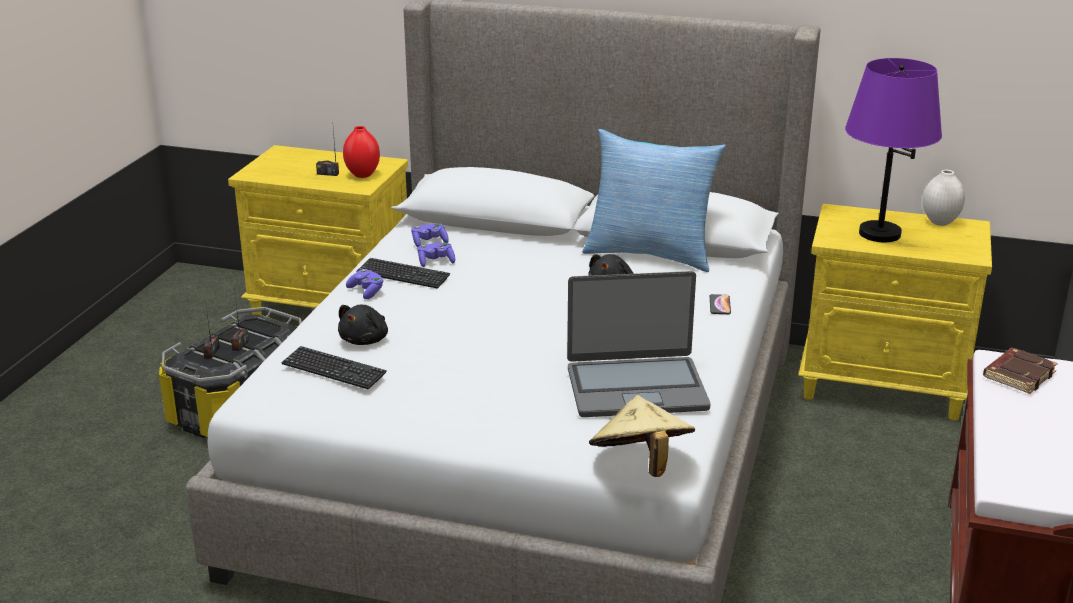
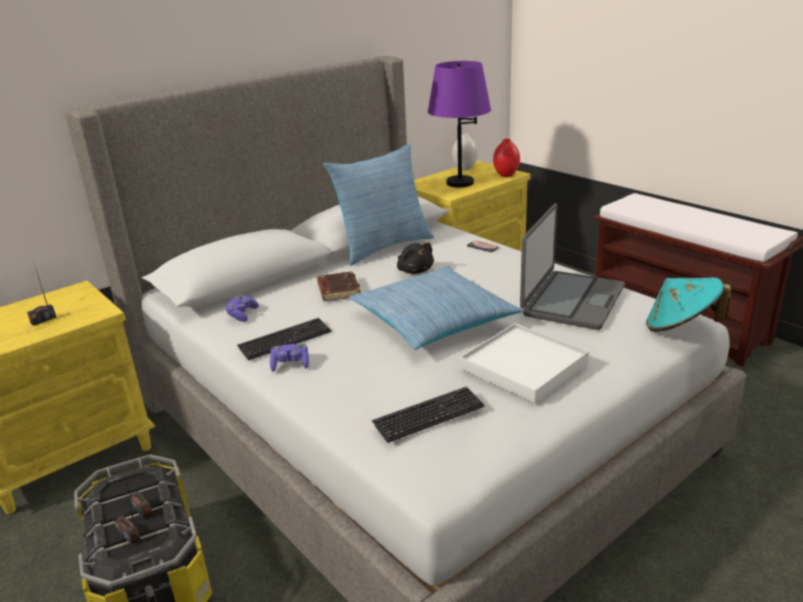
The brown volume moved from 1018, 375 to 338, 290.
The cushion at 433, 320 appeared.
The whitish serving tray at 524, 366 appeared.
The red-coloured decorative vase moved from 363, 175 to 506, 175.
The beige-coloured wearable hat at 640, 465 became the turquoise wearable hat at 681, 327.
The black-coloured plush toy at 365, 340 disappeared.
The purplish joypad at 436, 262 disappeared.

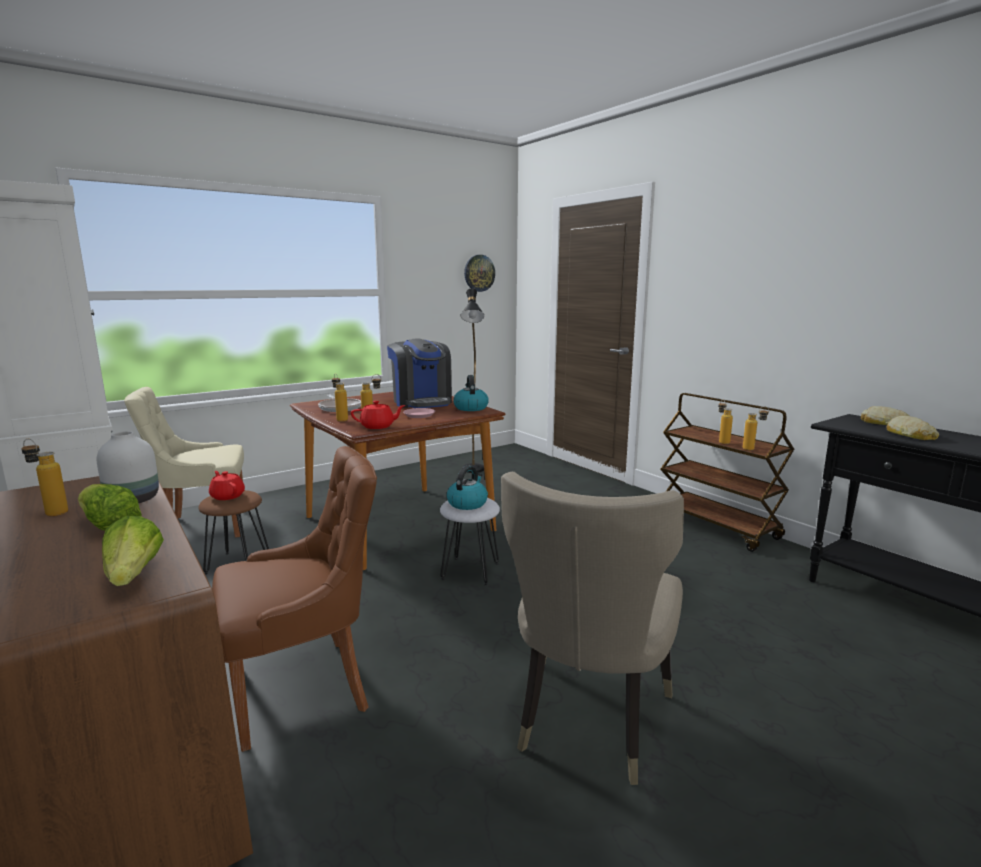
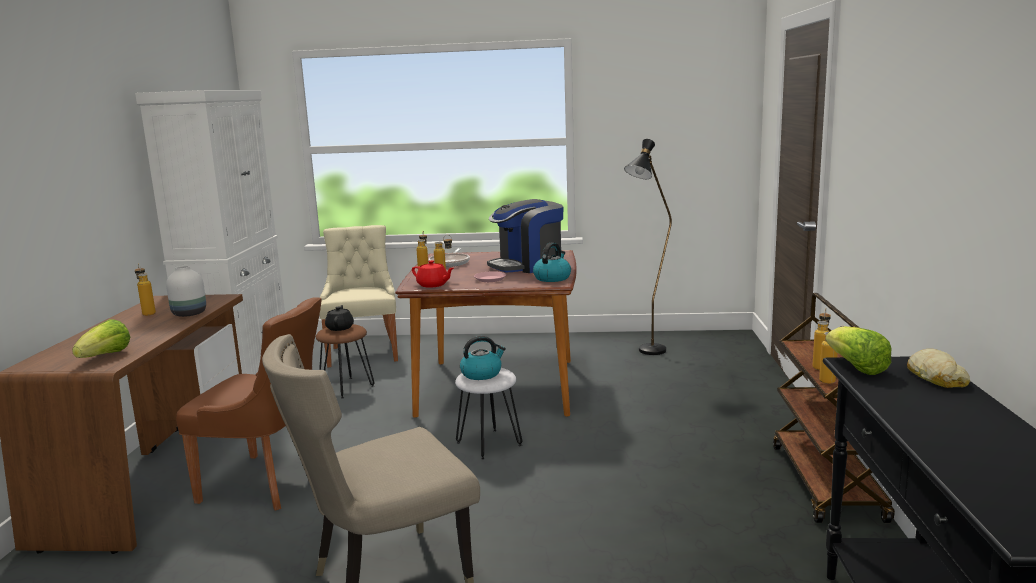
The beige-coloured plain chair at 202, 526 turned 60 degrees clockwise.
The red-coloured tea pot at 227, 496 became the black-coloured tea pot at 340, 328.
The coffee brewer at 421, 402 turned 45 degrees clockwise.
The lettuce head moved from 108, 526 to 856, 367.
The clock on the wall at 479, 273 disappeared.
The bakery bread at 910, 434 disappeared.

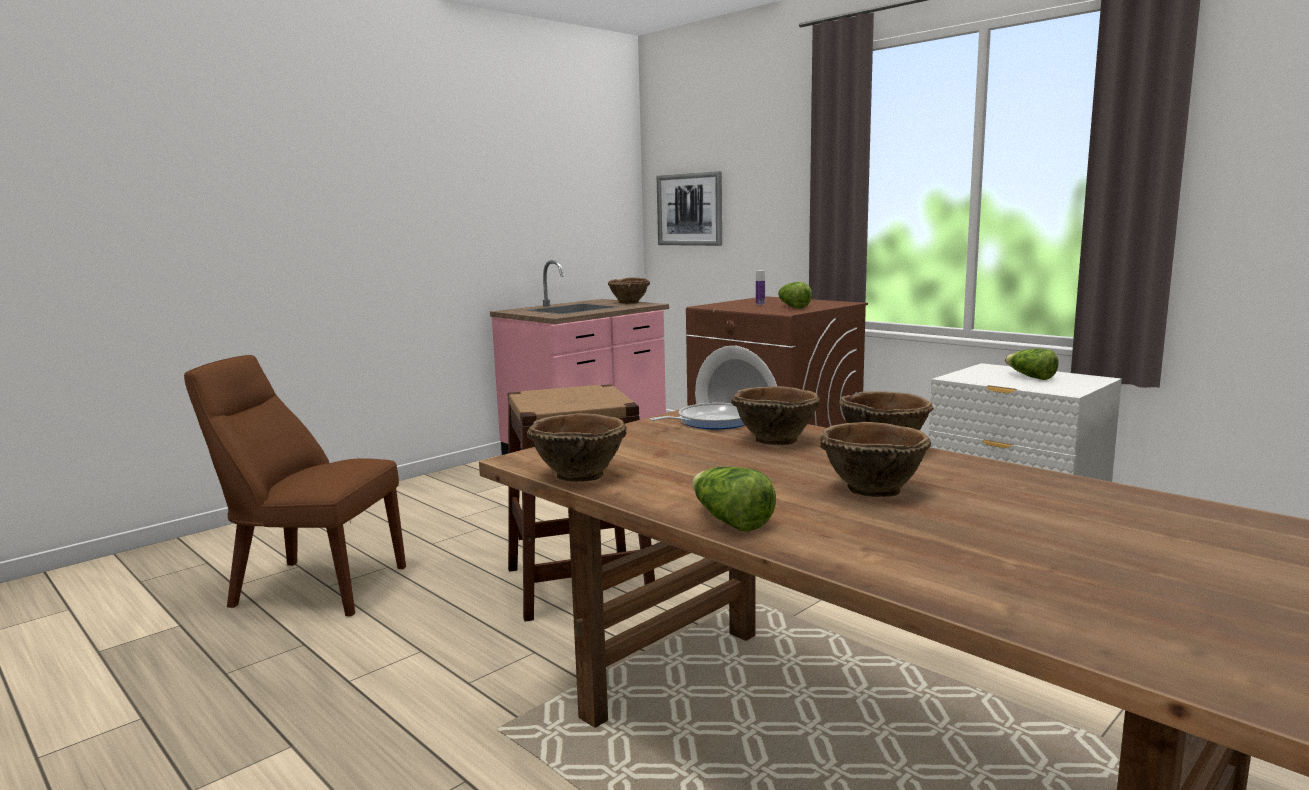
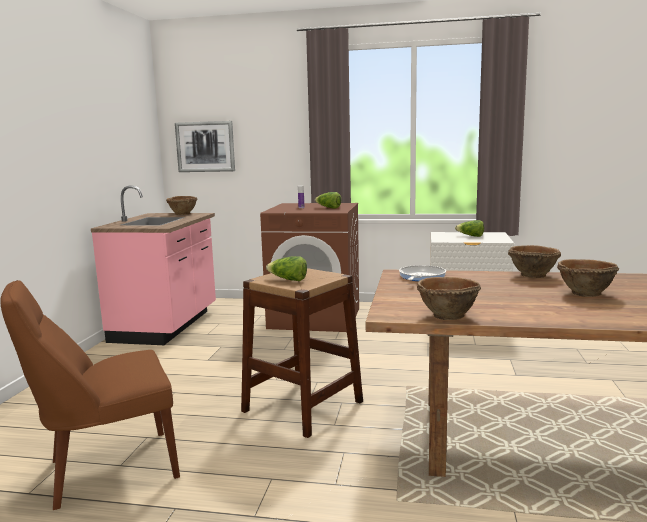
The lettuce head moved from 730, 521 to 288, 280.
The brown bowl at 775, 440 disappeared.

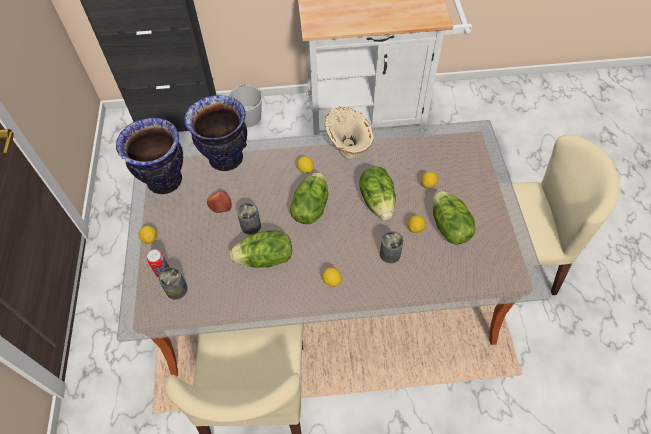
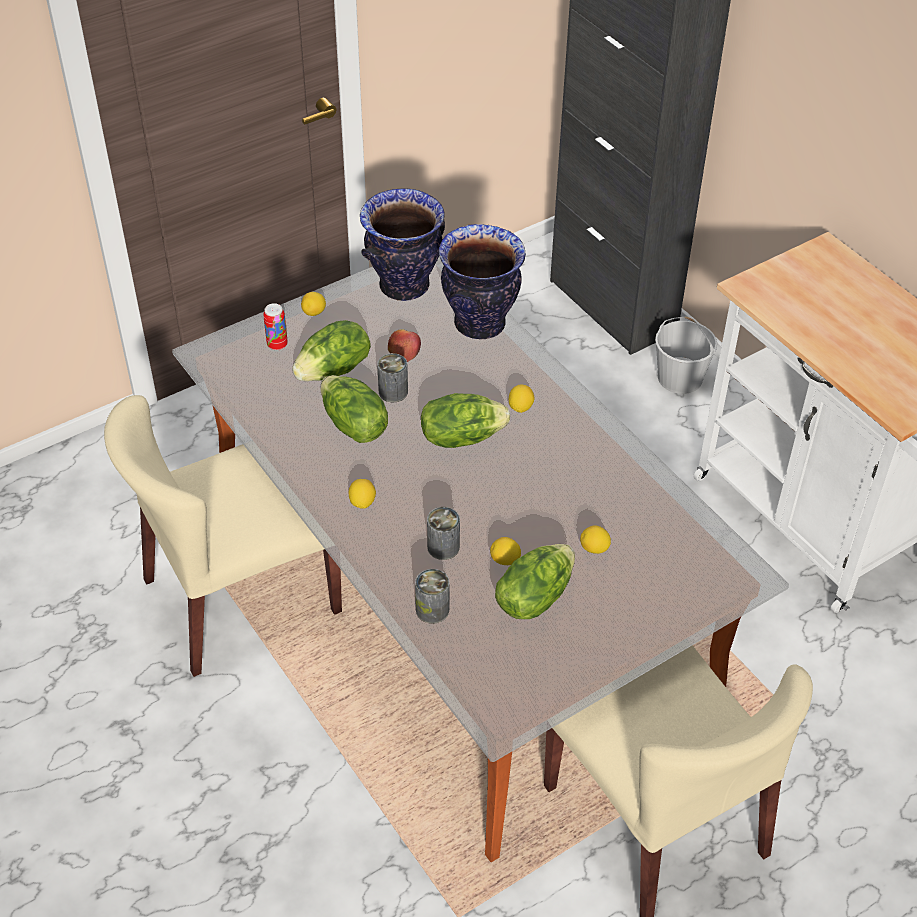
The lettuce head moved from 378, 201 to 334, 370.
The can moved from 176, 289 to 432, 610.
The beige-coloured decorative vase at 348, 147 disappeared.

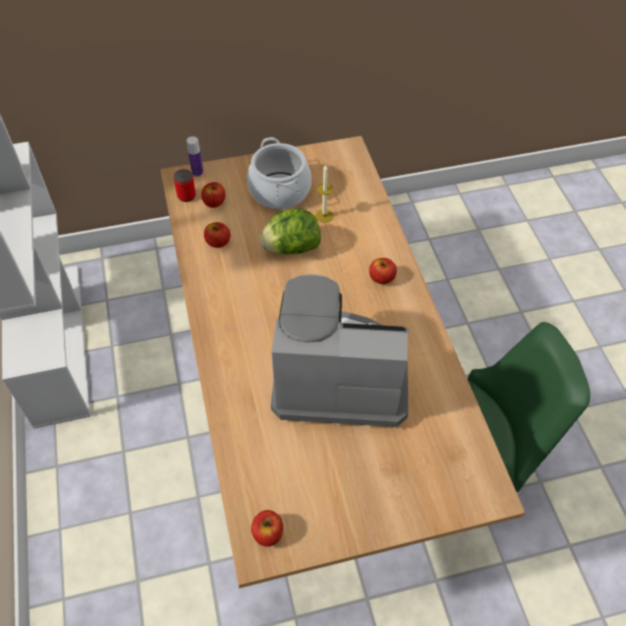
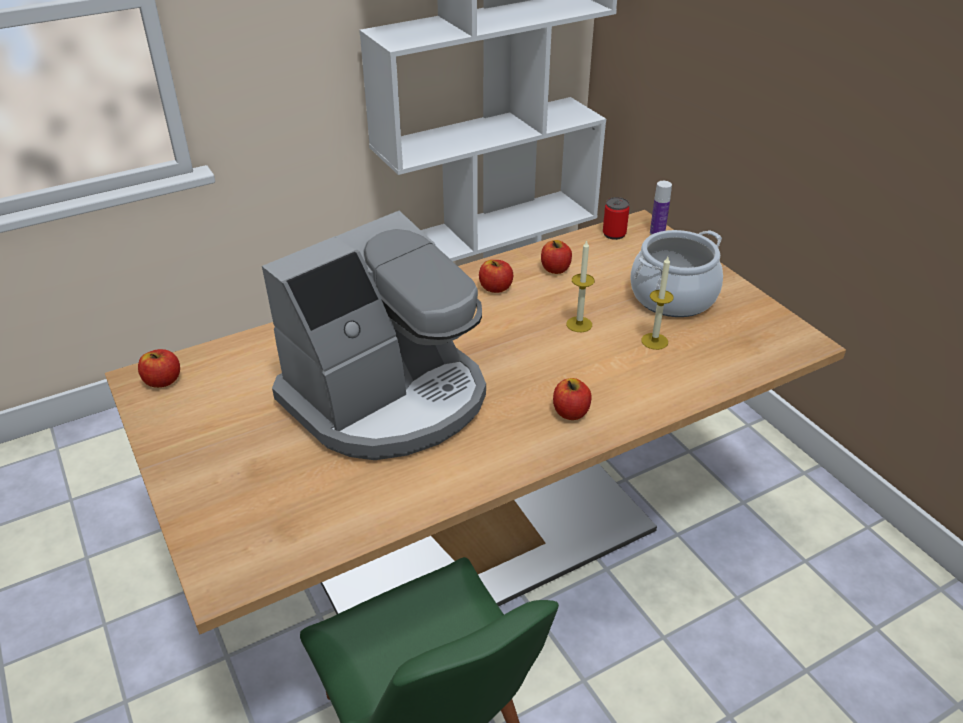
The coffee brewer at 338, 375 turned 60 degrees clockwise.
The apple moved from 214, 202 to 495, 288.
The lettuce head at 291, 248 was replaced by the candle at 579, 324.

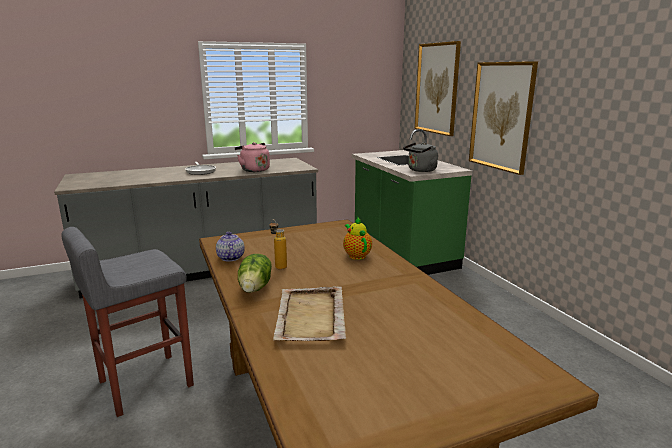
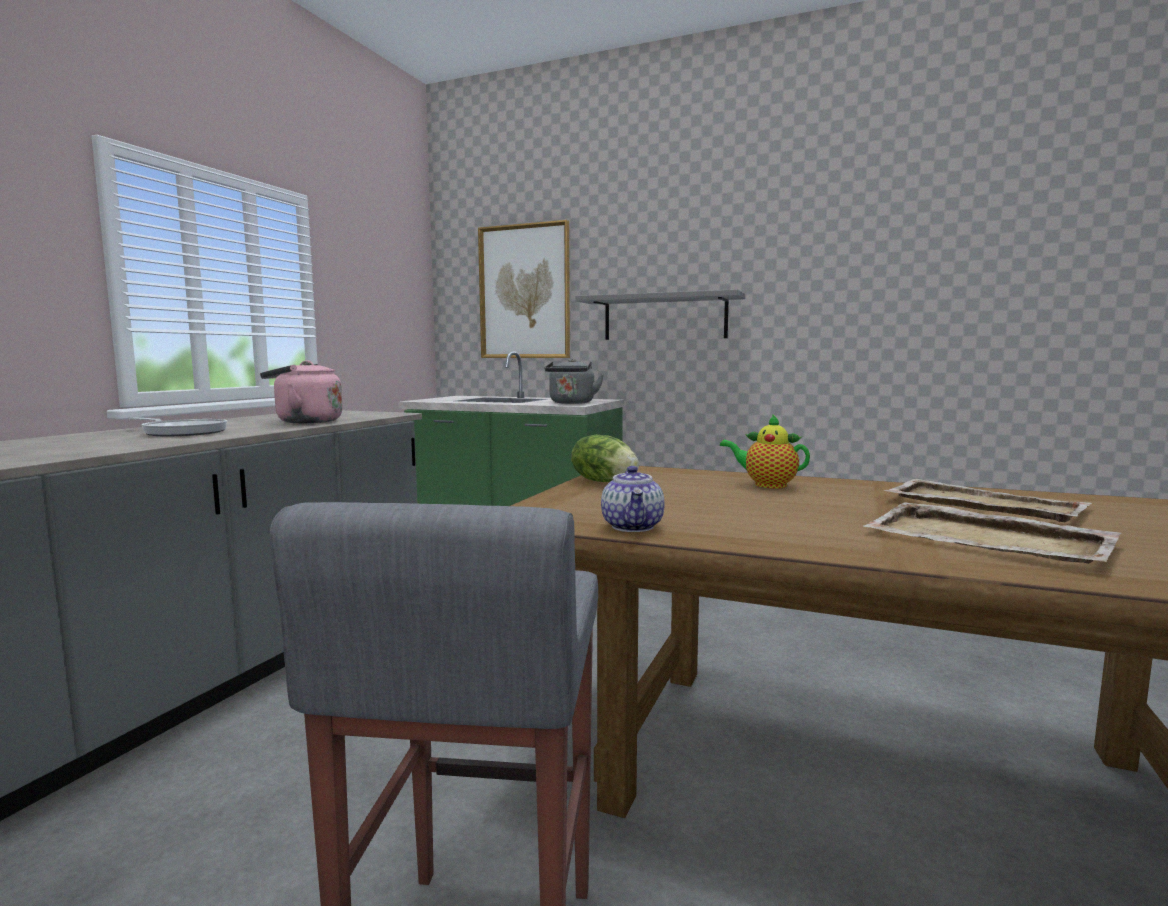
The lettuce head moved from 256, 288 to 604, 481.
The wall picture at 501, 116 was replaced by the greyish shelf at 664, 317.
The tea pot at 230, 257 turned 120 degrees counterclockwise.
The beige-coloured serving tray at 981, 504 appeared.
The beverage bottle at 278, 265 disappeared.

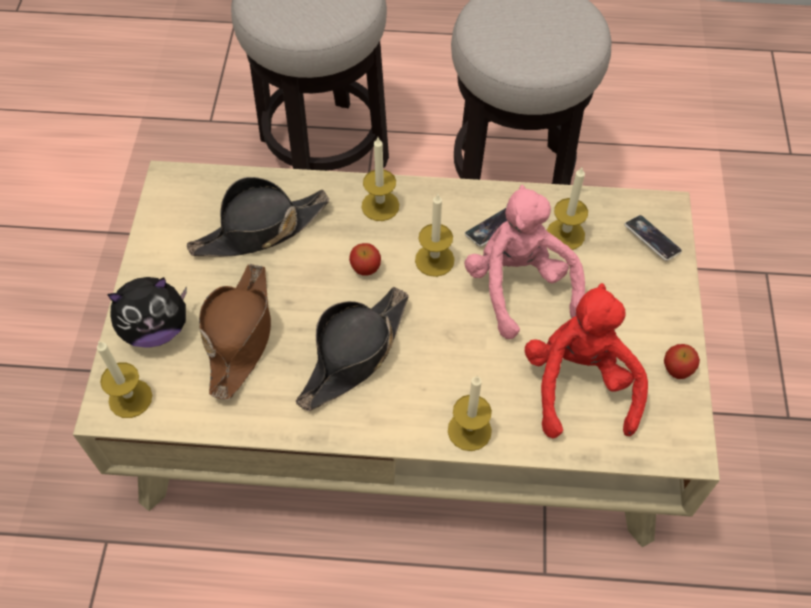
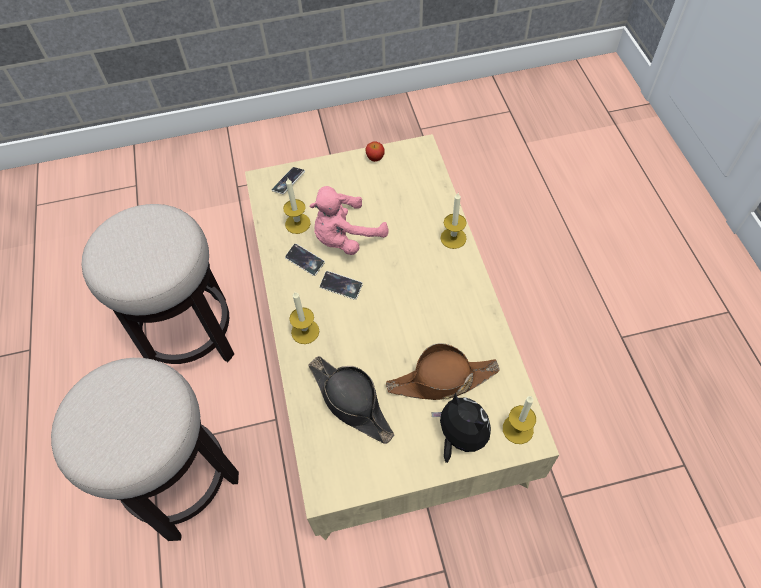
The candle at 434, 260 was replaced by the phone at 341, 286.
The black-coloured wearable hat at 354, 354 disappeared.
The apple at 365, 268 disappeared.
The red-coloured plush toy at 579, 384 disappeared.

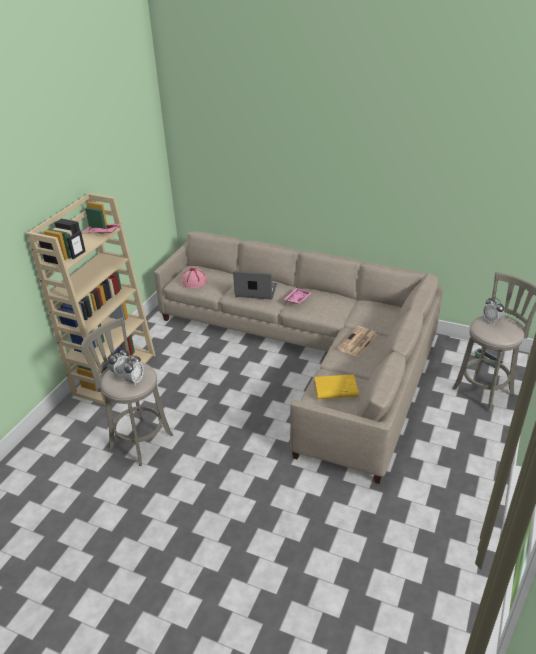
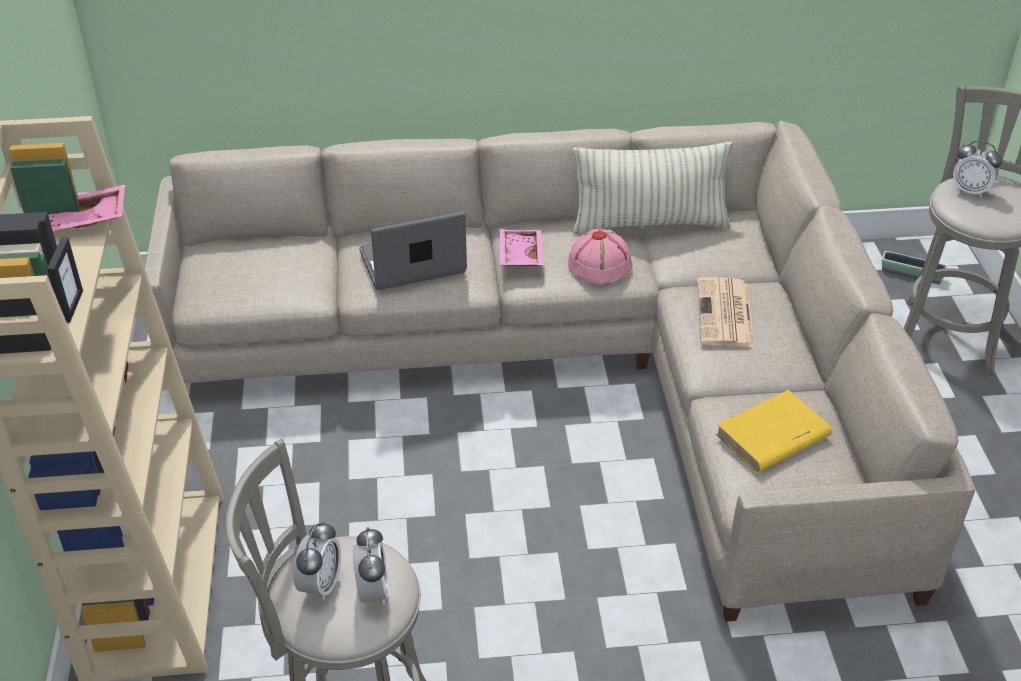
The pink wearable hat moved from 194, 281 to 600, 264.
The cushion at 649, 224 appeared.

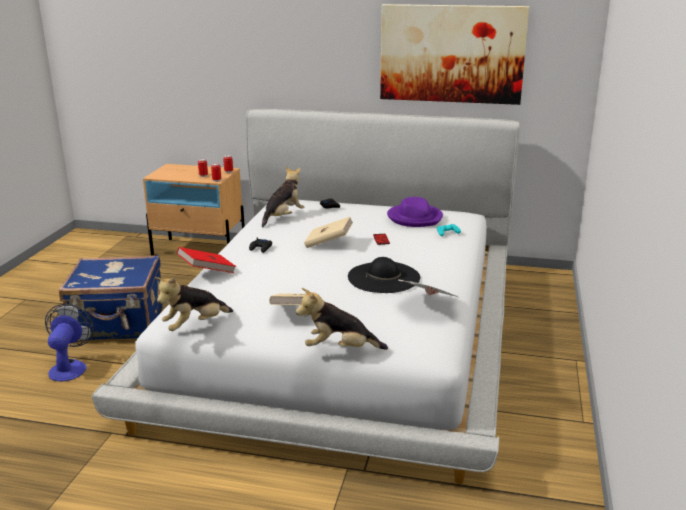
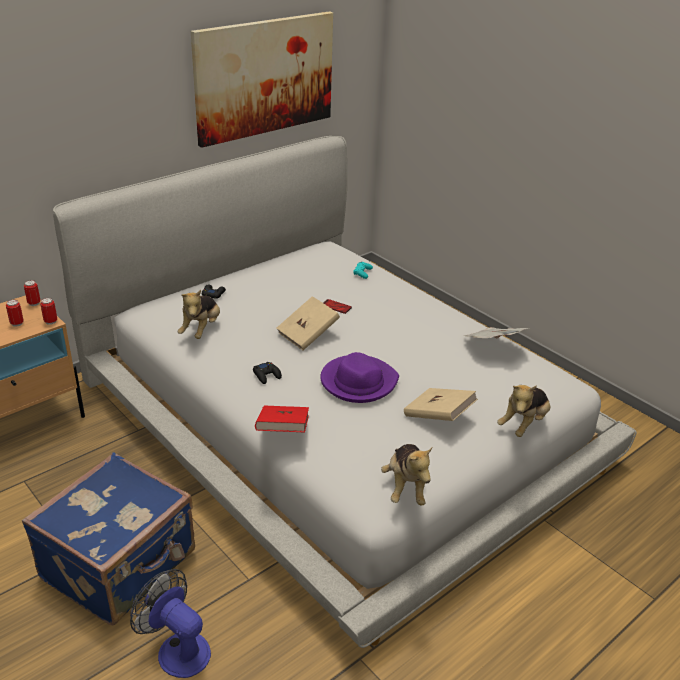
The plush toy at 283, 217 turned 150 degrees counterclockwise.
The purplish wearable hat moved from 415, 218 to 358, 382.
The black-coloured wearable hat at 384, 277 disappeared.

